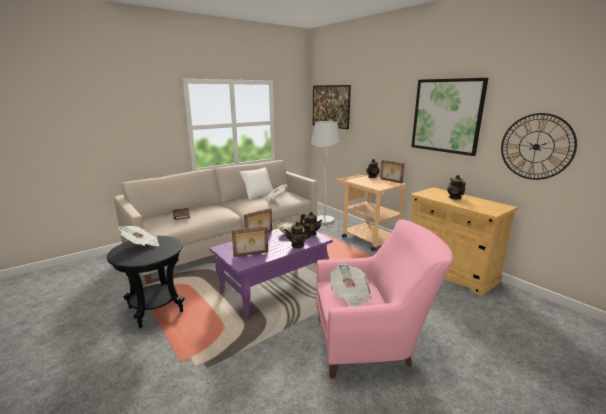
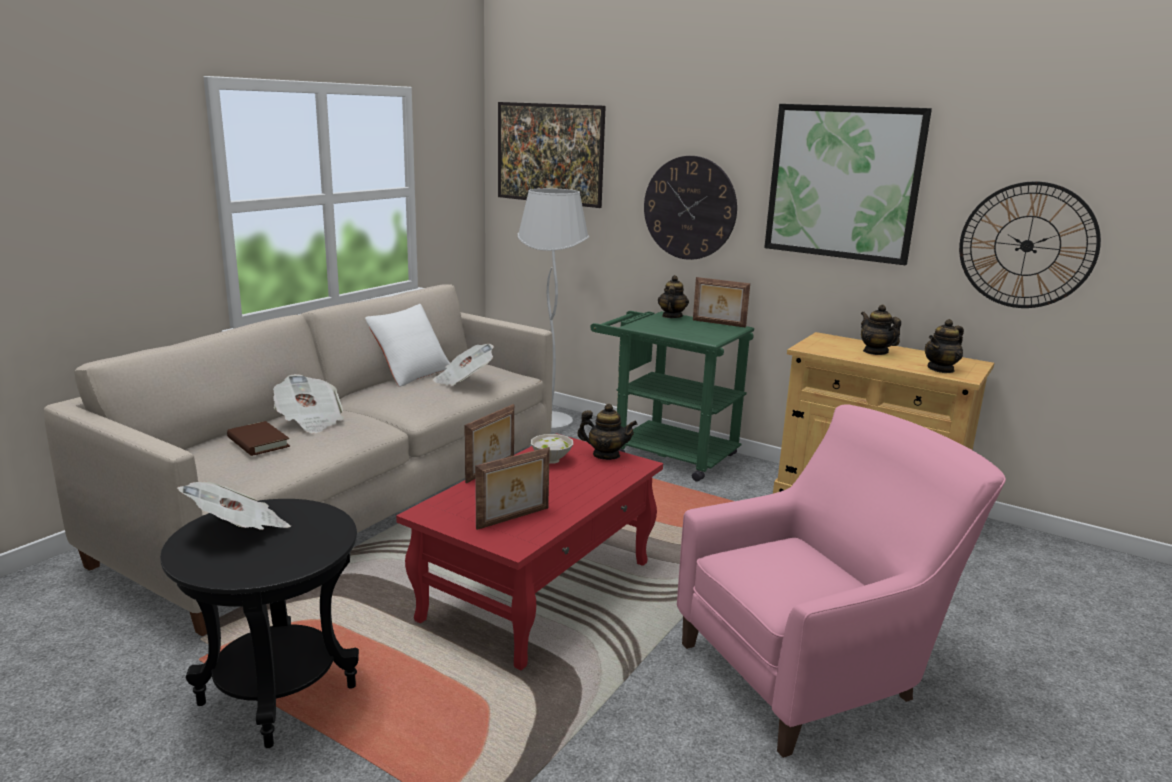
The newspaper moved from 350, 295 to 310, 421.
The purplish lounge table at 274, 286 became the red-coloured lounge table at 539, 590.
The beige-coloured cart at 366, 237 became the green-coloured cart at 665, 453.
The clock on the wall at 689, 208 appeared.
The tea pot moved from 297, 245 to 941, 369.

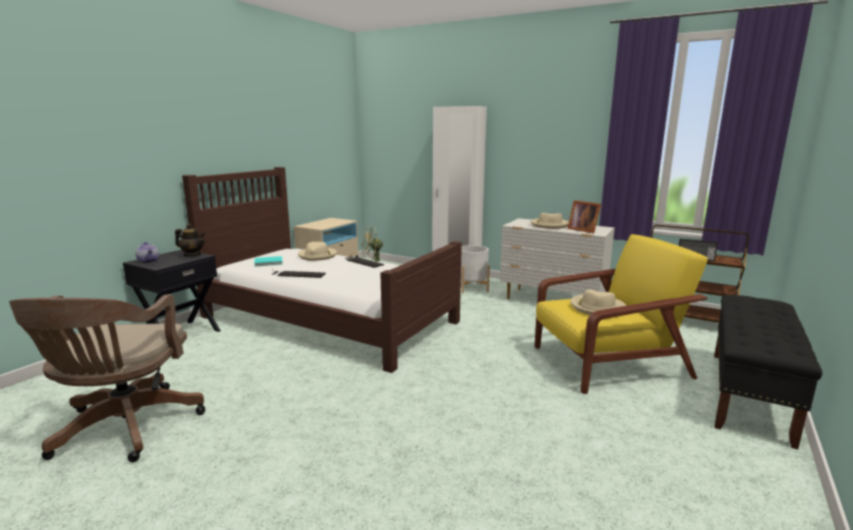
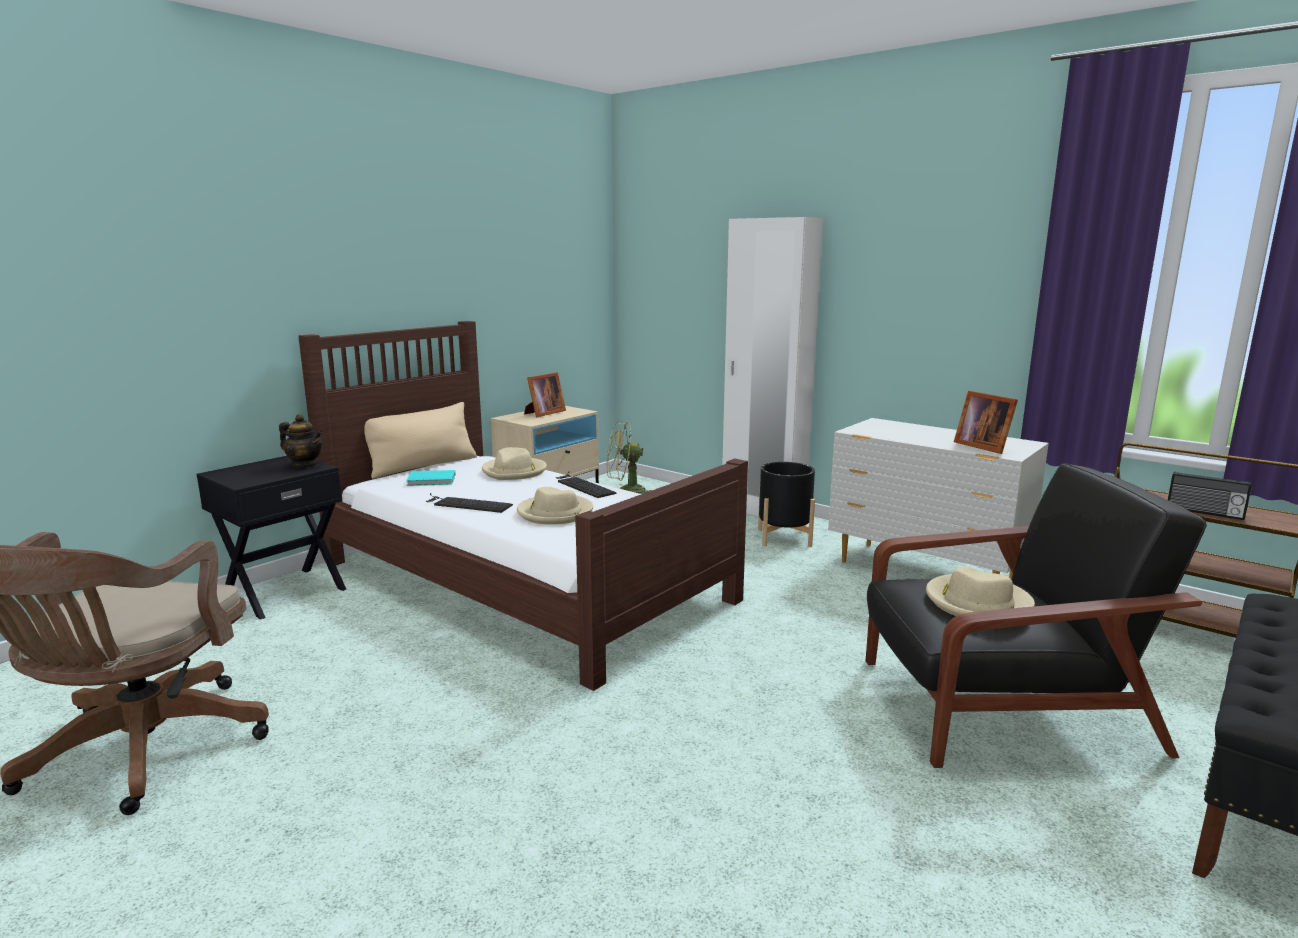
The beige-coloured cushion at 423, 466 appeared.
The beige-coloured wearable hat moved from 549, 225 to 555, 513.
The picture frame at 543, 413 appeared.
The whitish planter at 472, 288 became the black-coloured planter at 784, 537.
The yellowish easy chair at 607, 362 became the black-coloured easy chair at 999, 705.
The tea pot at 149, 261 disappeared.

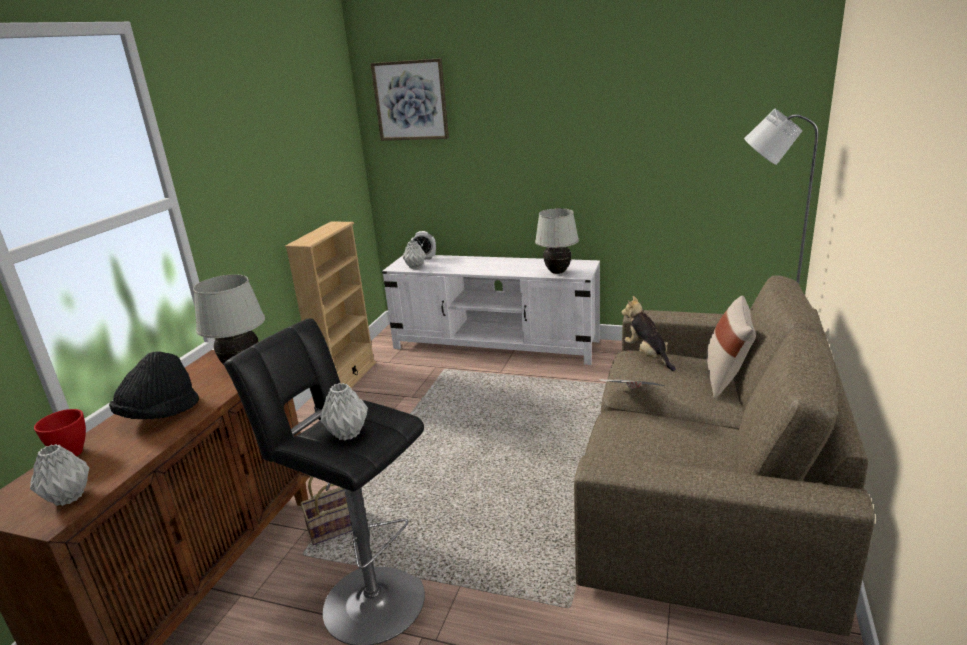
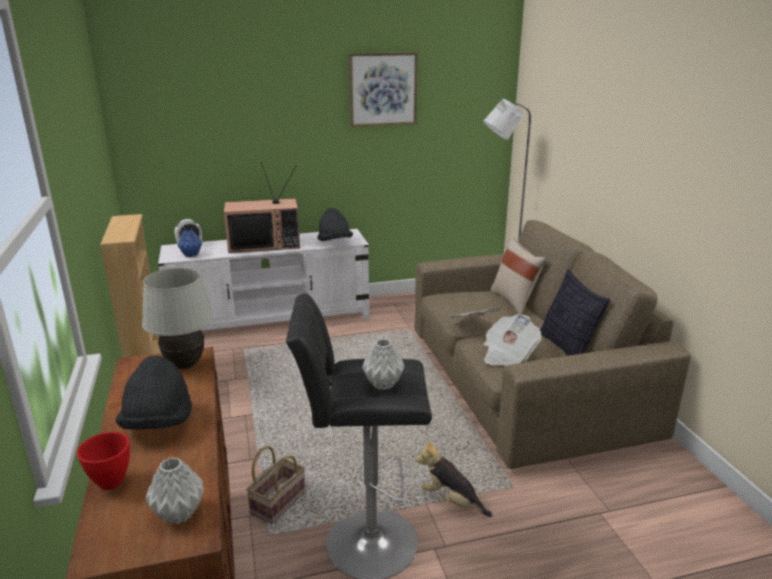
The greyish decorative vase at 415, 267 became the blue decorative vase at 191, 255.
The TV at 265, 244 appeared.
The whitish table lamp at 557, 272 was replaced by the black-coloured wearable hat at 334, 242.
The wall picture moved from 410, 100 to 383, 89.
The plush toy moved from 647, 356 to 451, 500.
The newspaper at 508, 355 appeared.
The cushion at 567, 349 appeared.

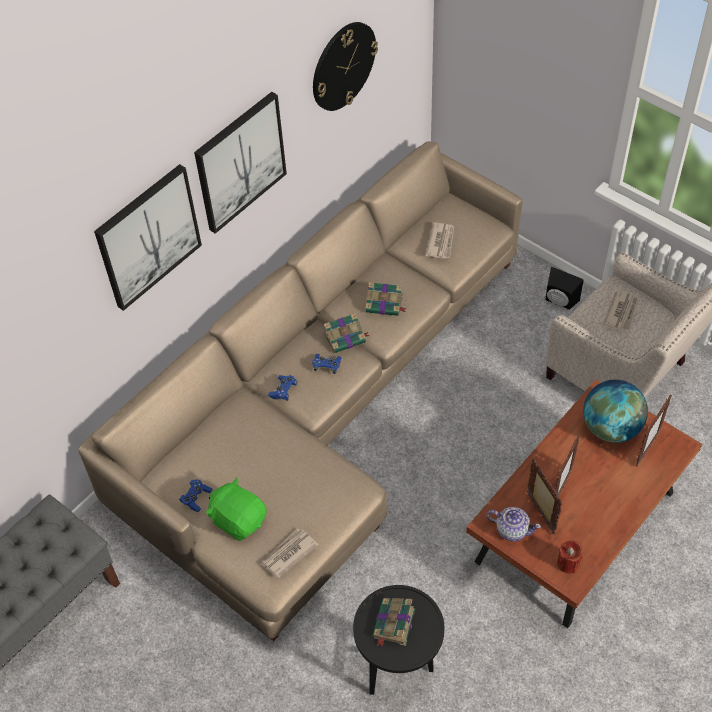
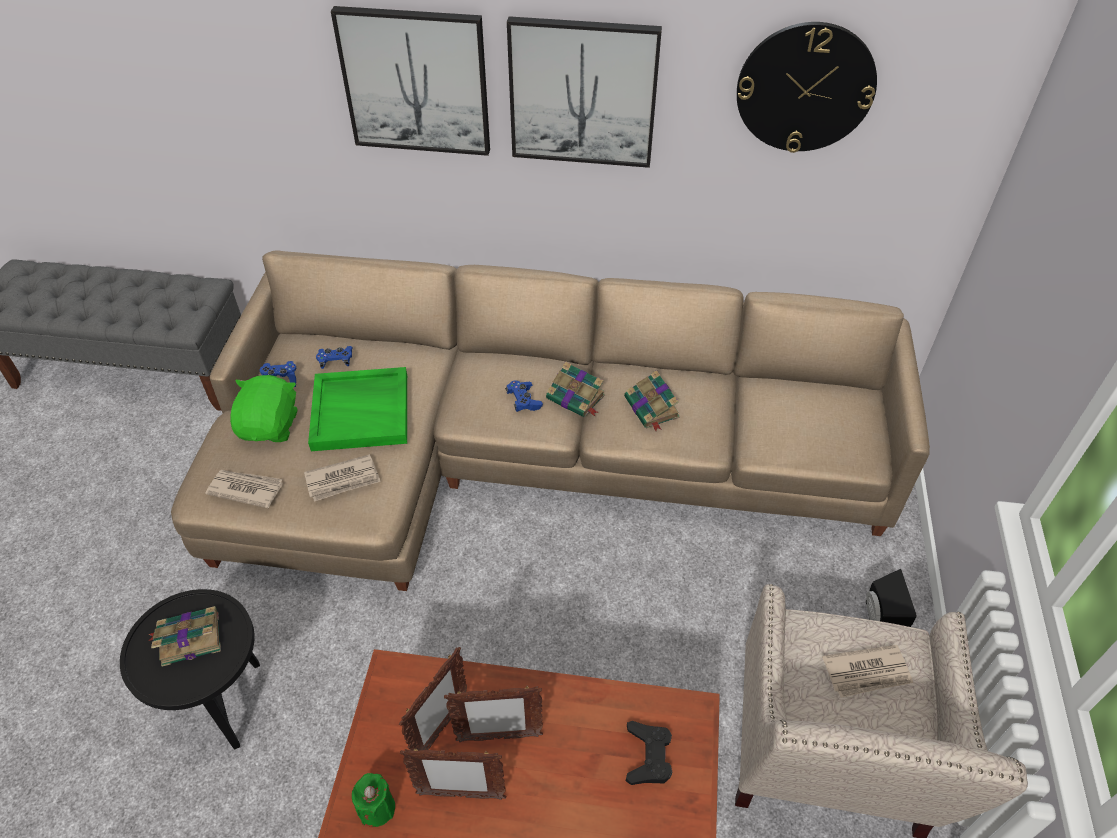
The newspaper moved from 441, 242 to 343, 480.
The green-coloured serving tray at 361, 411 appeared.
The blue joypad moved from 283, 391 to 336, 361.
The red-coloured candle at 568, 563 became the green-coloured candle at 377, 808.
The picture frame moved from 647, 449 to 460, 795.
The desk globe at 611, 428 was replaced by the black-coloured joypad at 648, 756.
The tea pot at 511, 529 disappeared.

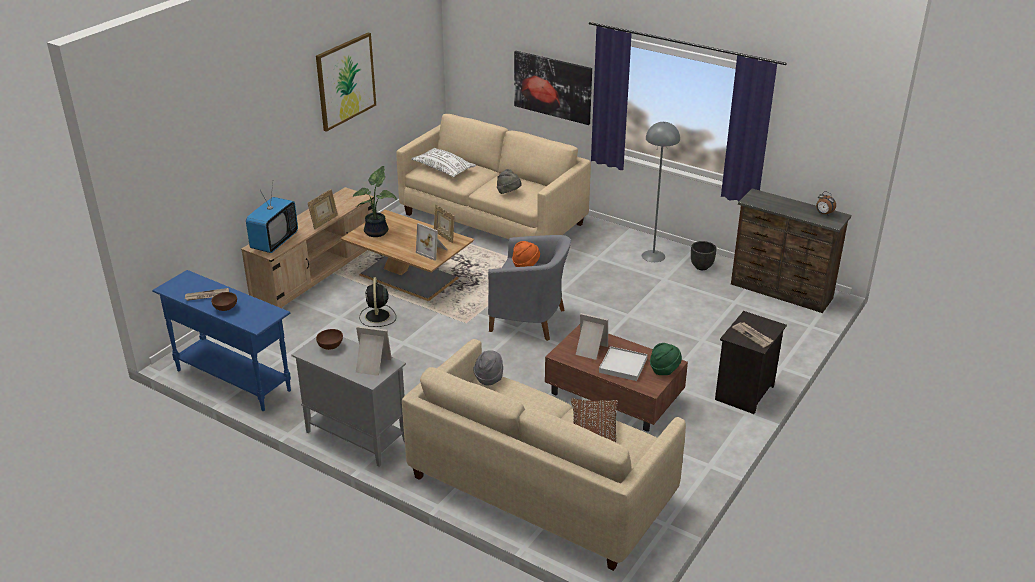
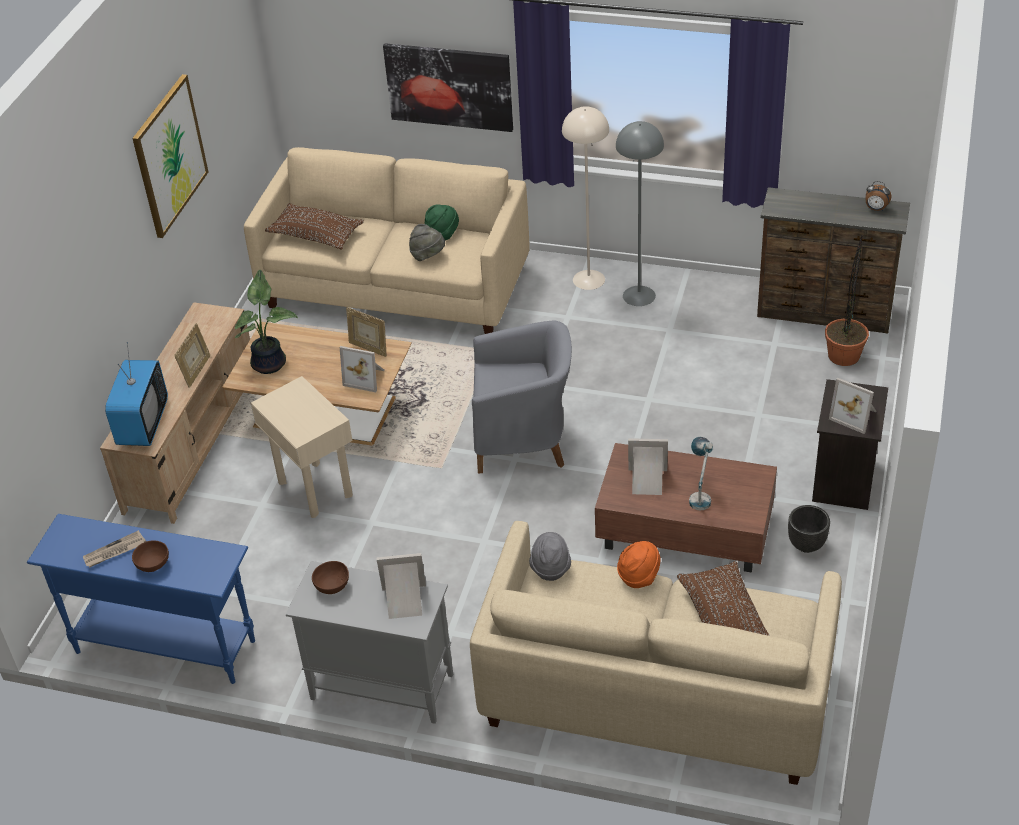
The black-coloured cooling fan at 377, 317 was replaced by the beige-coloured side table at 314, 489.
The whitish cushion at 443, 169 became the brown cushion at 316, 235.
The green-coloured wearable hat moved from 664, 369 to 442, 234.
The beige-coloured standing lamp at 589, 279 appeared.
The orange-coloured wearable hat moved from 525, 265 to 638, 576.
The whitish serving tray at 623, 365 was replaced by the table lamp at 700, 495.
The black-coloured planter moved from 702, 267 to 807, 545.
The plant in a pot at 844, 356 appeared.
The newspaper at 752, 335 was replaced by the picture frame at 855, 415.

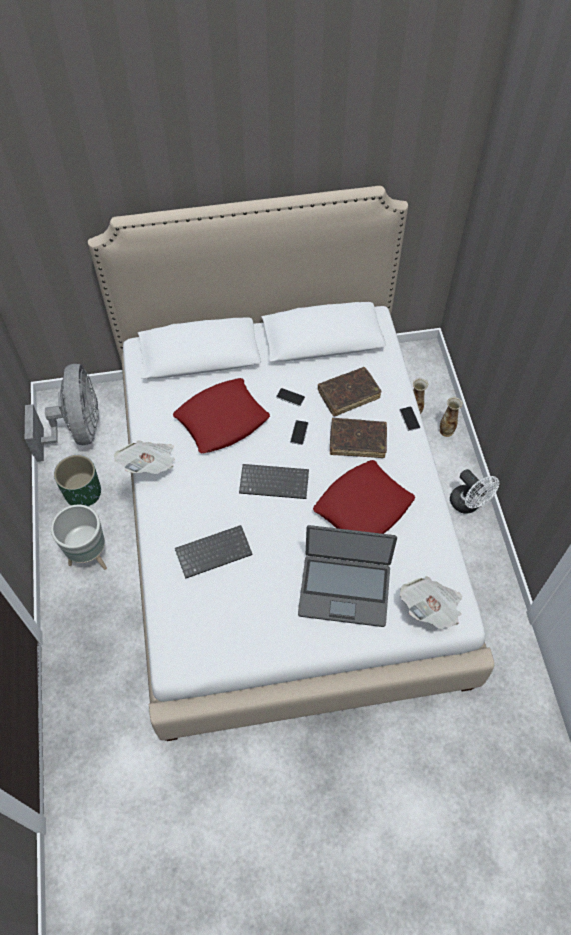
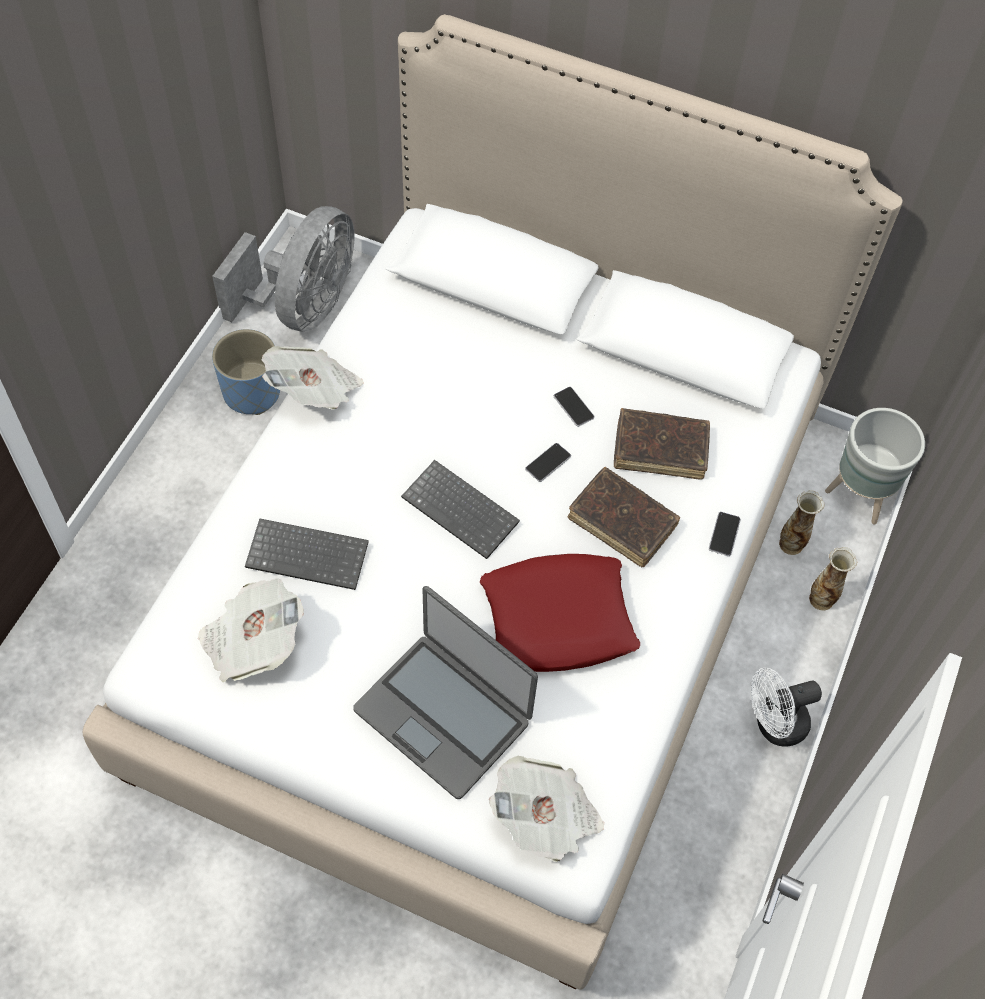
The newspaper at 252, 642 appeared.
The green-coloured planter at 83, 492 became the blue planter at 252, 392.
The whitish cooling fan at 468, 504 turned 75 degrees clockwise.
The greyish planter moved from 89, 556 to 858, 495.
The red-coloured cushion at 222, 420 disappeared.

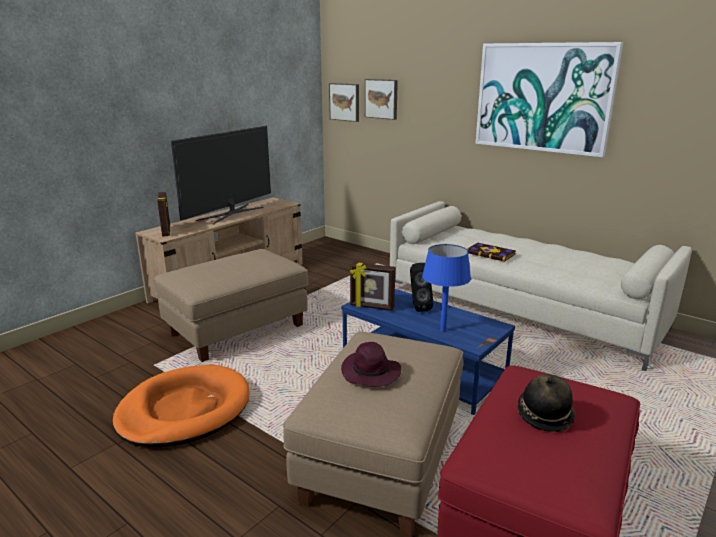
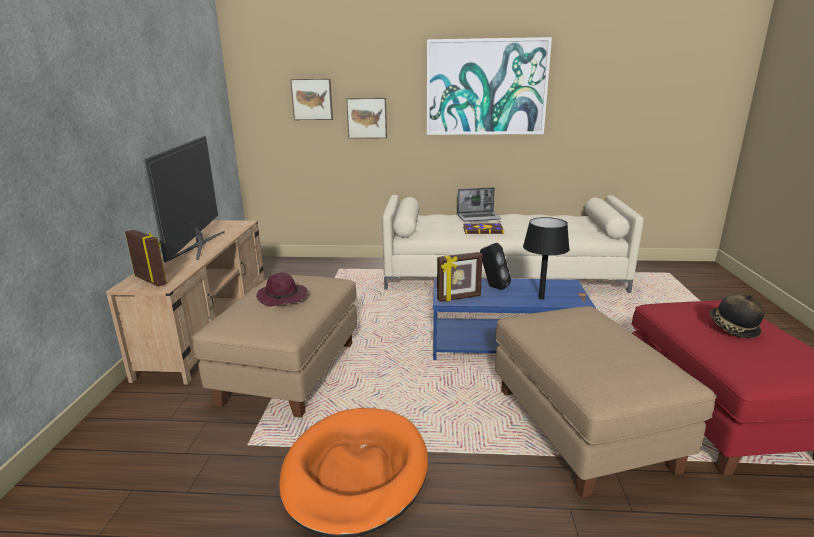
The purplish wearable hat moved from 371, 373 to 283, 297.
The wall picture moved from 345, 102 to 367, 118.
The laptop at 479, 217 appeared.
The blue table lamp at 442, 330 became the black-coloured table lamp at 541, 298.

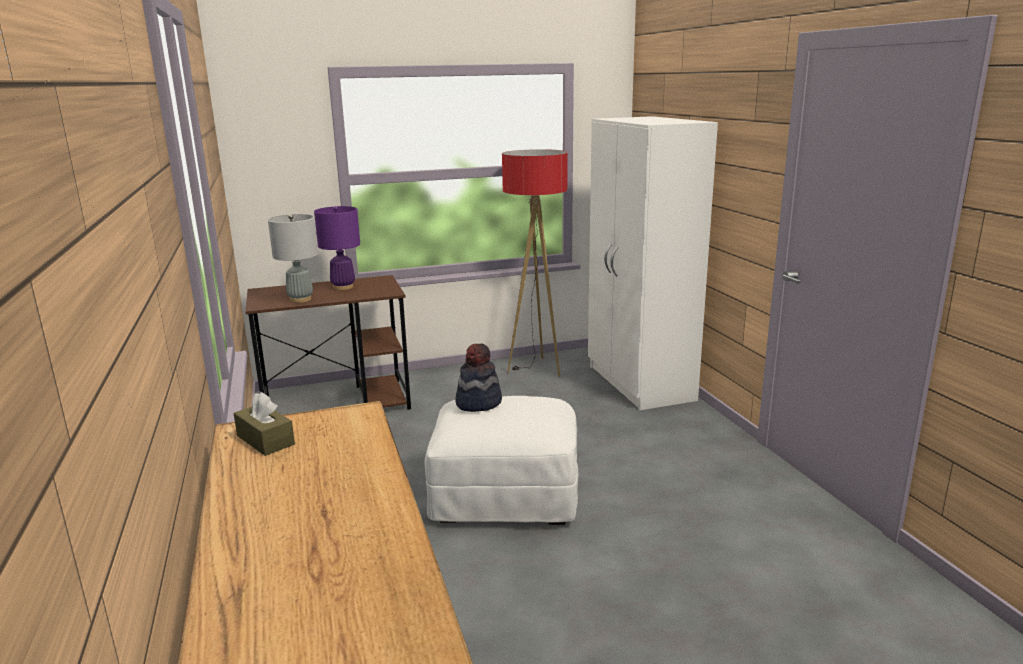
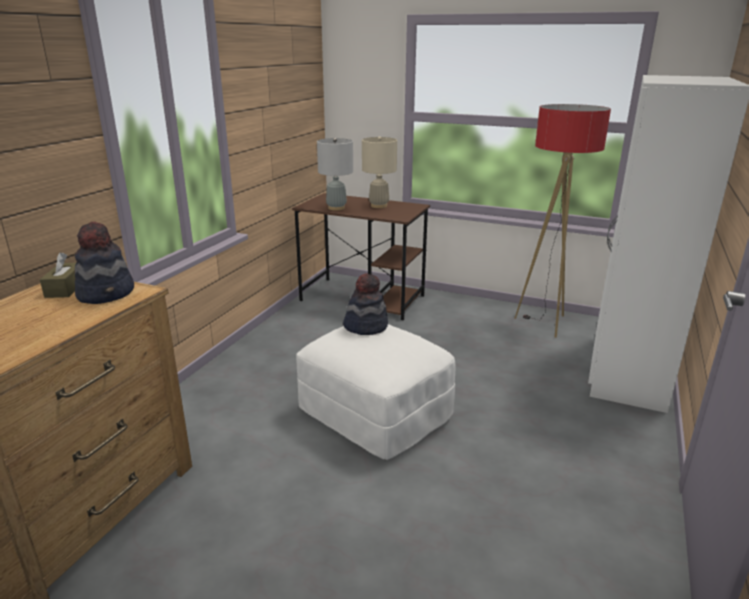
The wearable hat at 107, 293 appeared.
The purplish table lamp at 343, 287 became the beige-coloured table lamp at 379, 206.

